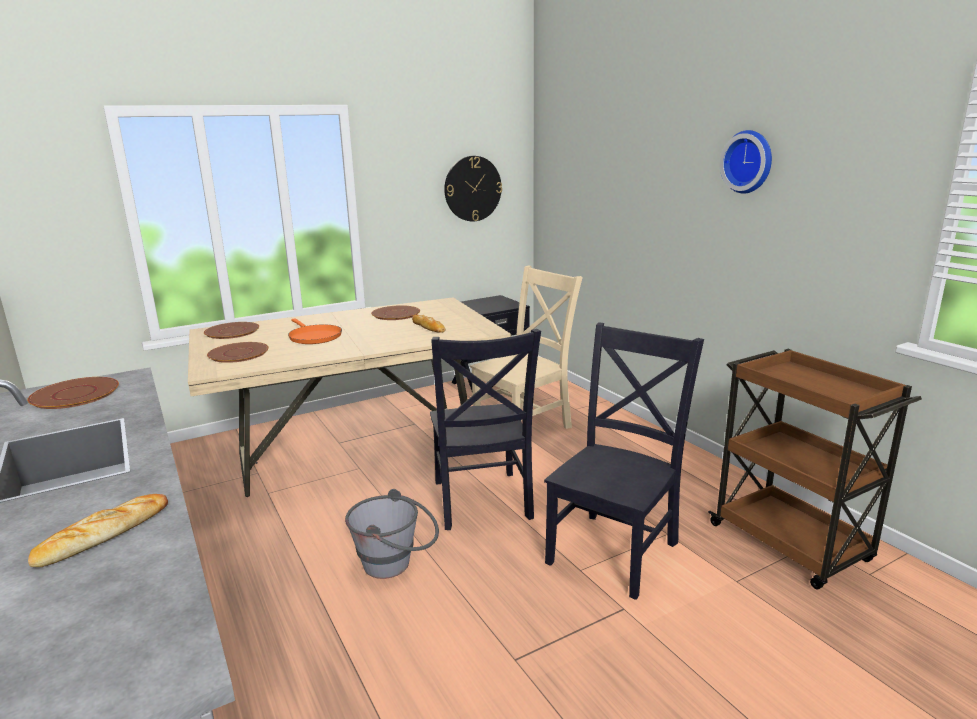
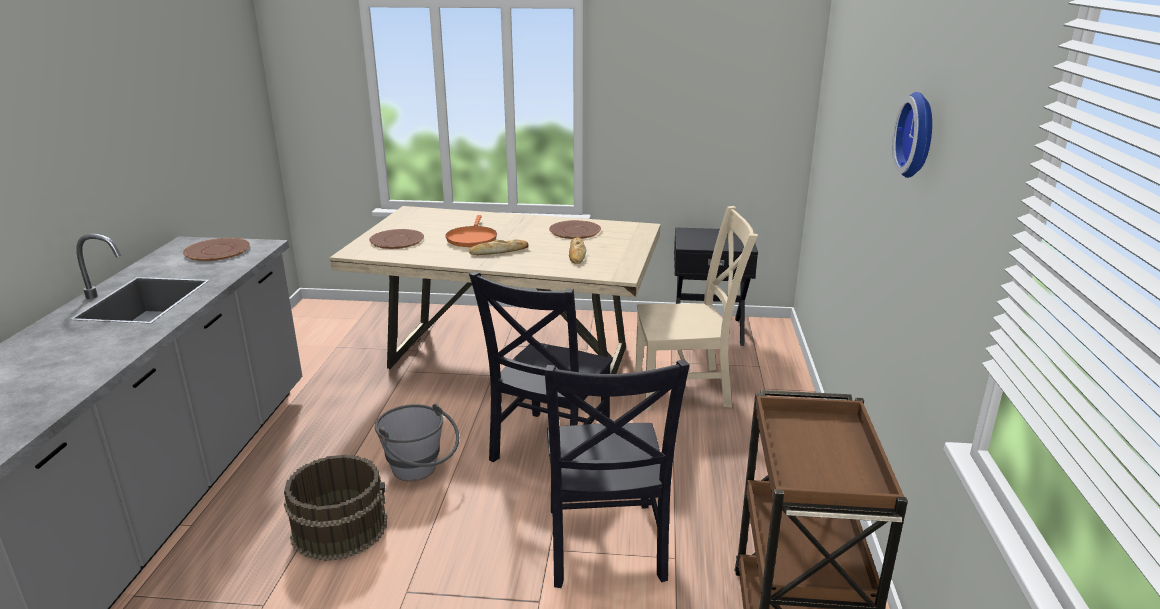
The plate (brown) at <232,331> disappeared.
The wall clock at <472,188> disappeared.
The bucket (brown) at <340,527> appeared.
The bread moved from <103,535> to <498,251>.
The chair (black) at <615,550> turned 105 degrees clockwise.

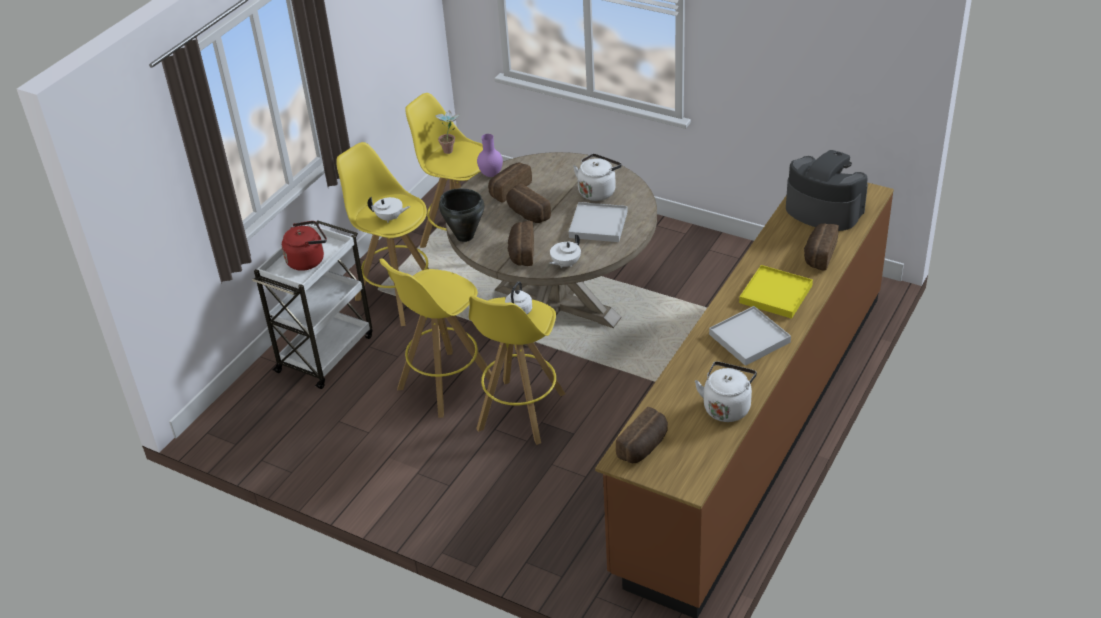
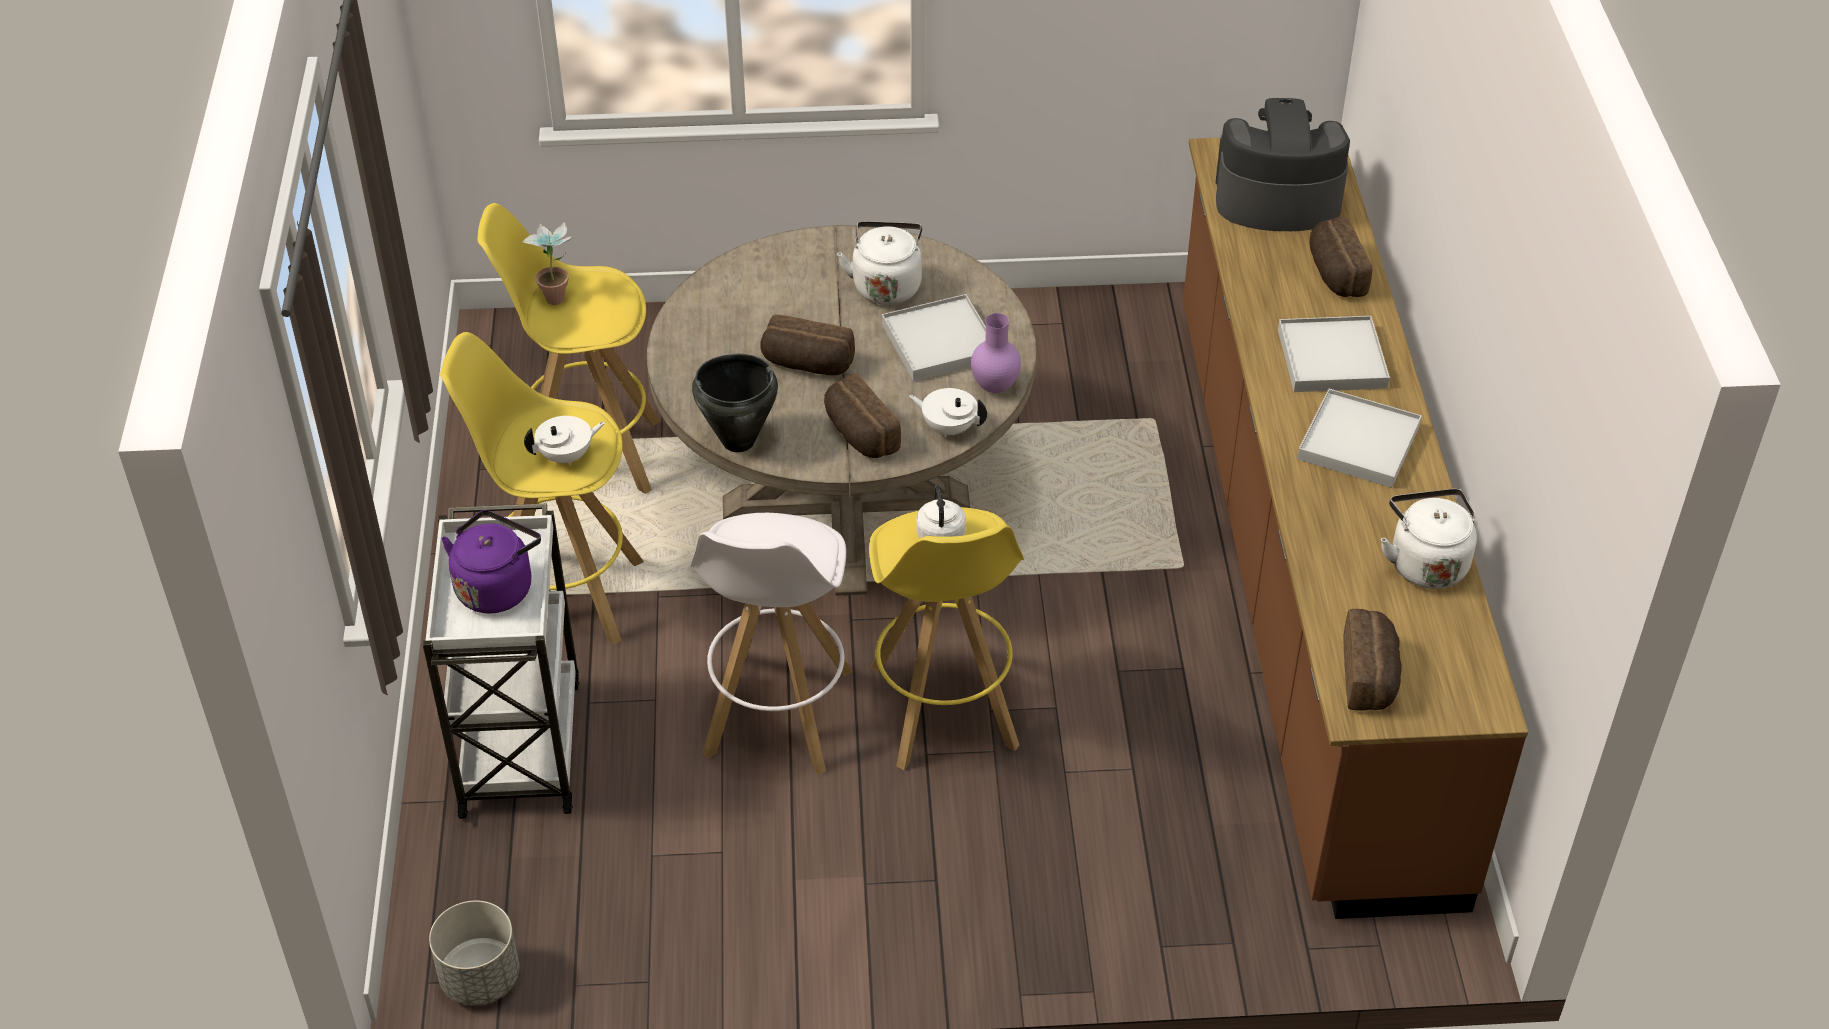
The bread at <509,189> disappeared.
The planter (grey) at <480,979> appeared.
The vase (purple) moved from <490,174> to <994,387>.
The kettle (red) at <308,260> became the kettle (purple) at <497,587>.
The stool (yellow) at <444,384> became the stool (white) at <777,714>.
The tray (yellow) at <775,294> became the tray (white) at <1331,359>.
The teapot (white) at <565,264> turned 105 degrees clockwise.

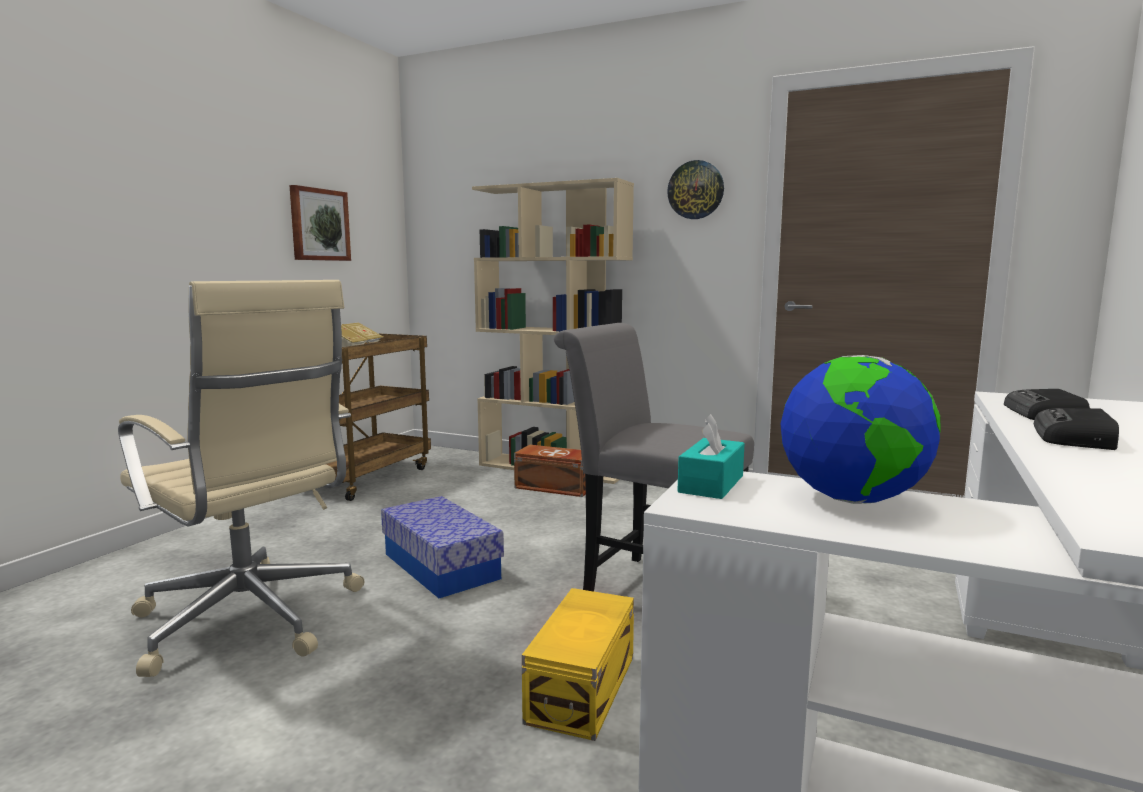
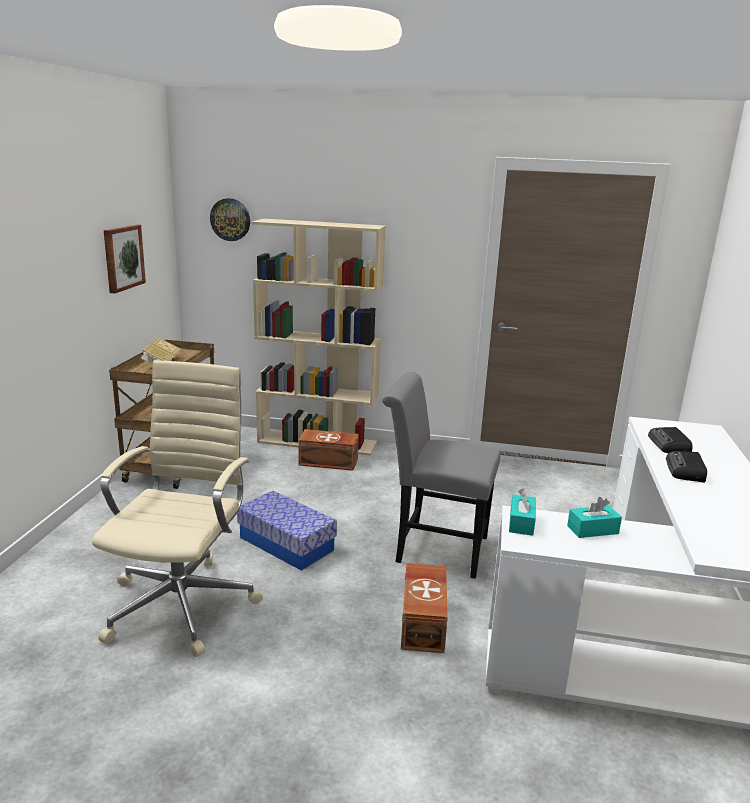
The wall clock moved from <695,190> to <230,219>.
The globe at <852,500> was replaced by the tissue box (turquoise) at <592,530>.
The storage box (yellow) at <584,687> became the storage box (brown) at <424,622>.
The office chair (beige) at <251,620> turned 105 degrees counterclockwise.

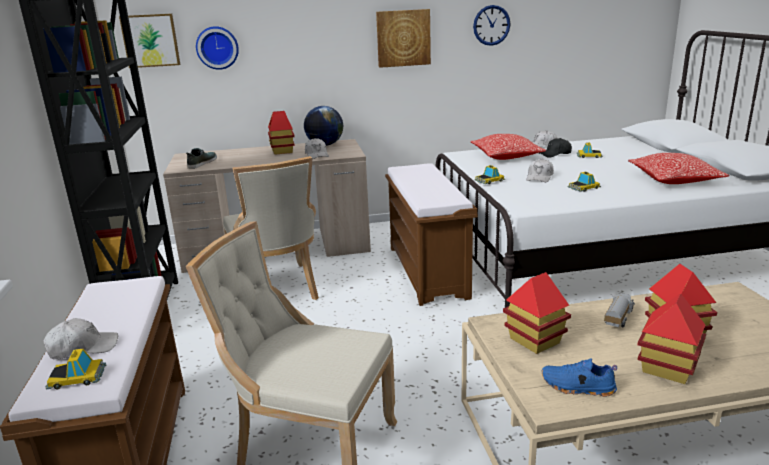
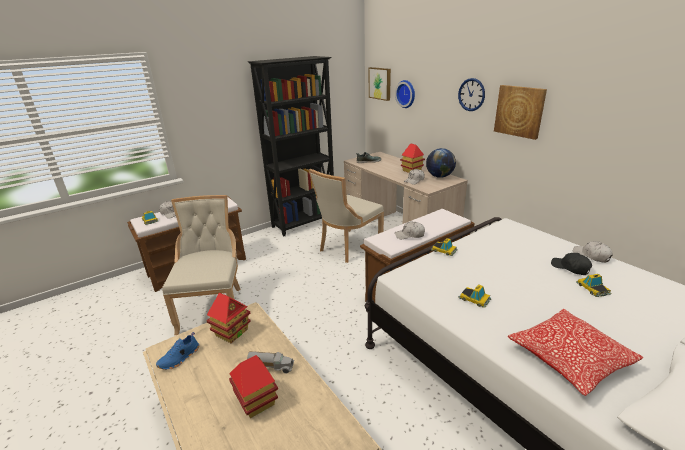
The pillow at <506,156> disappeared.
The toy house at <666,369> disappeared.
The wall clock moved from <491,25> to <471,94>.
The cap (white) moved from <539,177> to <409,235>.
The shoe (blue) at <577,388> turned 135 degrees counterclockwise.

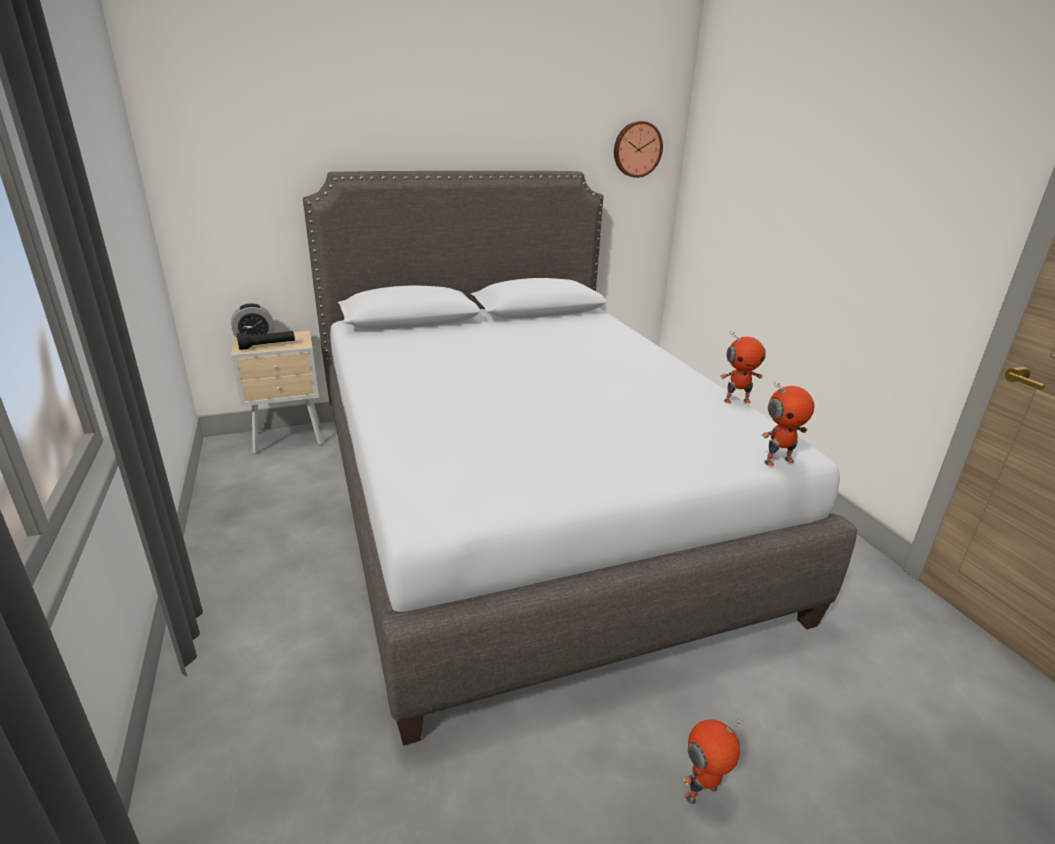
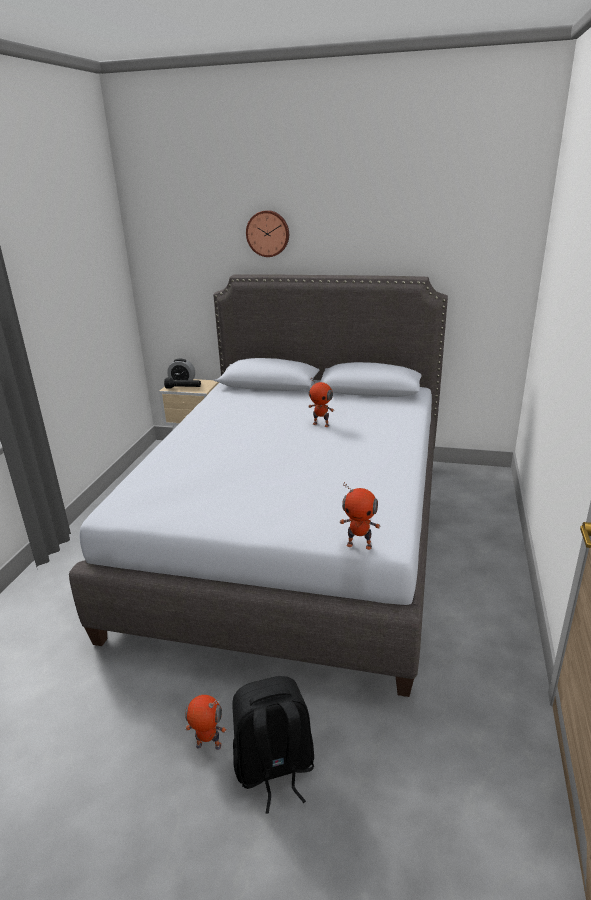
The backpack (black) at <274,769> appeared.
The wall clock moved from <636,149> to <268,233>.
The toy robot moved from <736,400> to <321,424>.

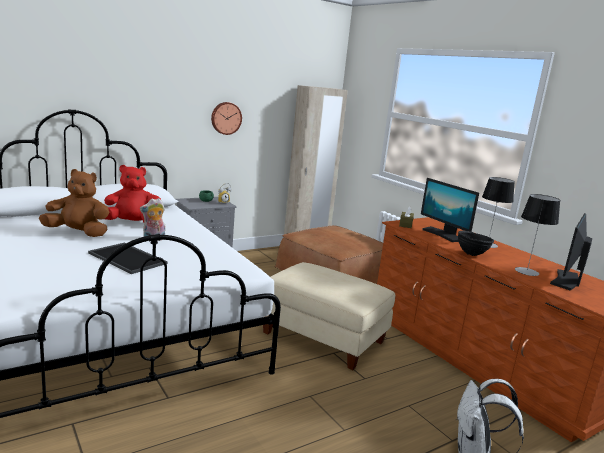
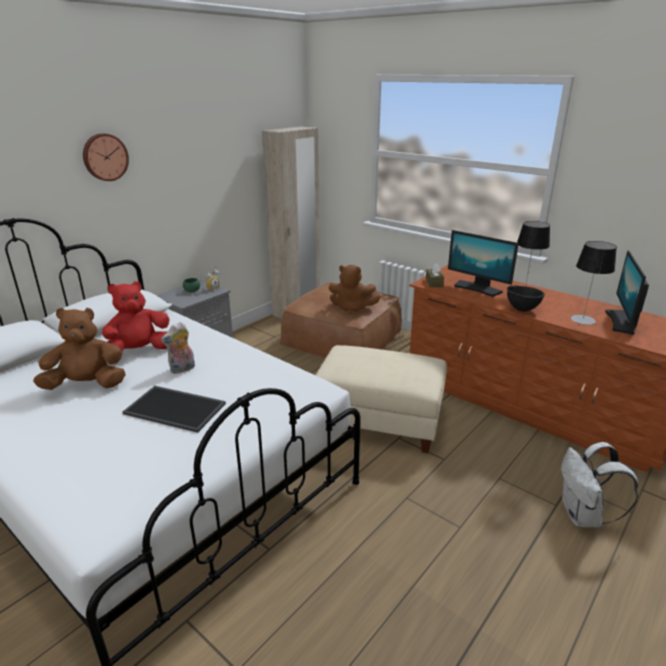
The plush toy (brown) at <352,308> appeared.
The wall clock moved from <226,118> to <105,157>.

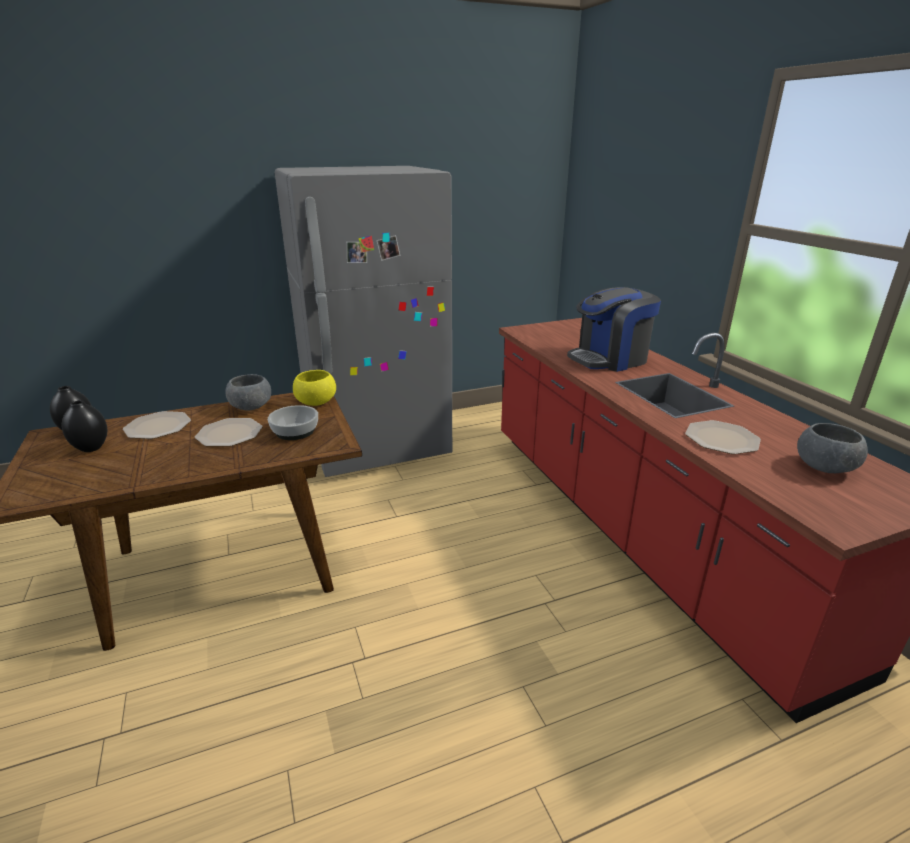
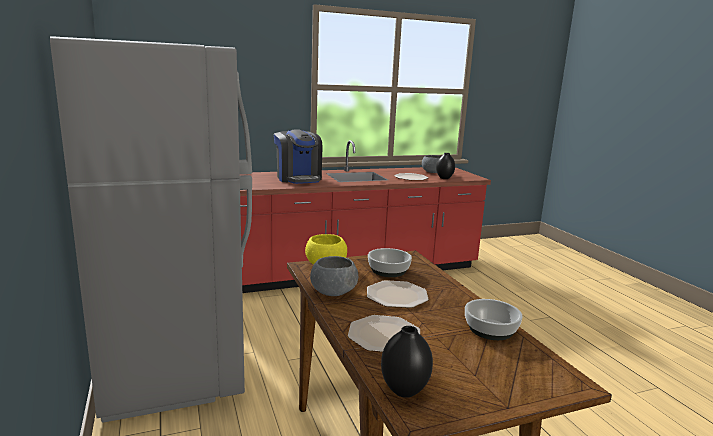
The bowl at <490,329> appeared.
The vase (black) moved from <91,448> to <444,178>.

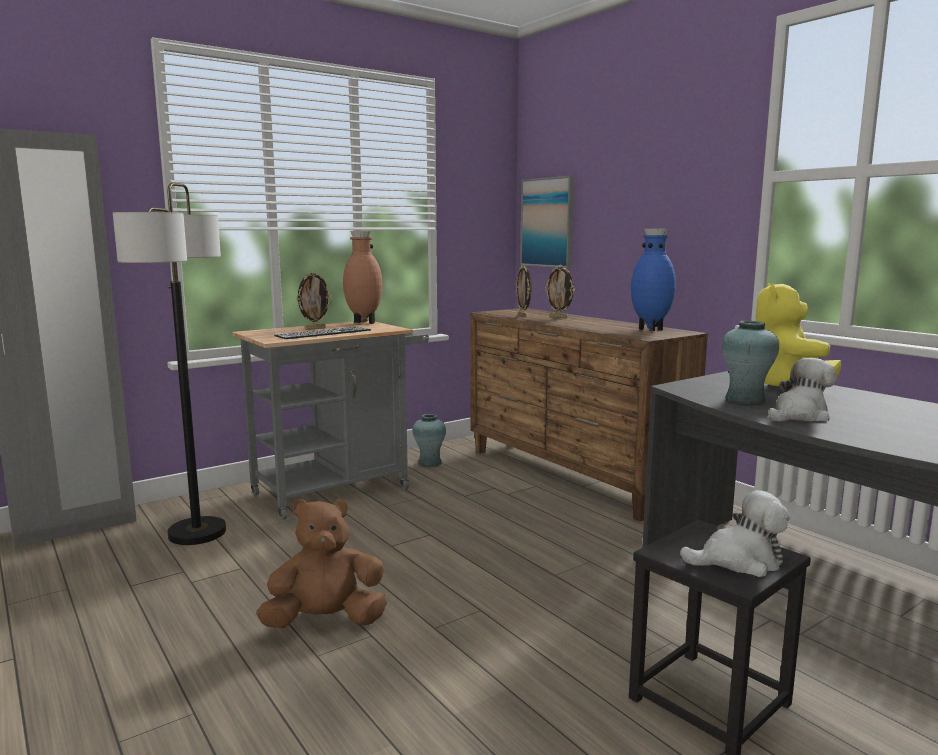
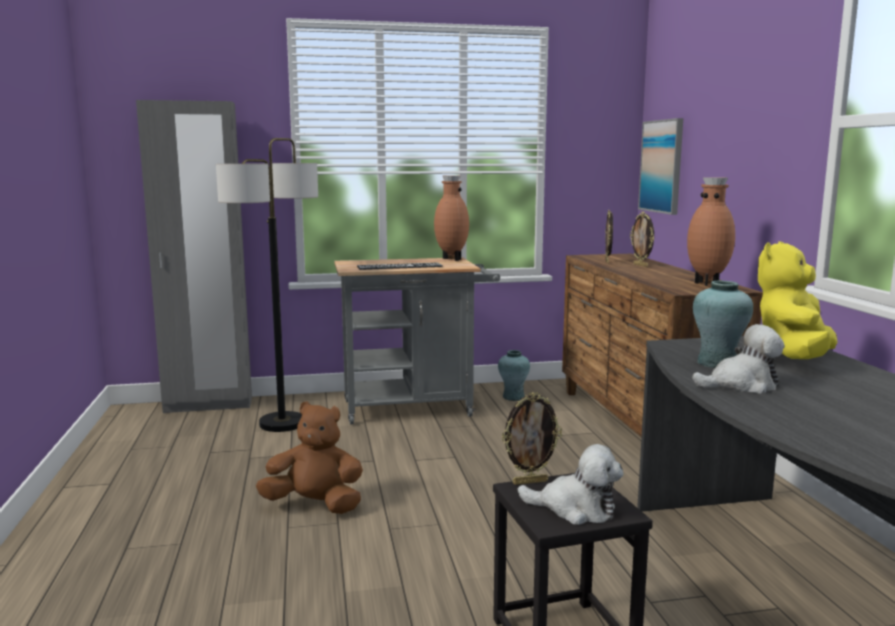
The picture frame moved from <315,328> to <530,482>.
The vase (blue) at <651,329> became the vase (brown) at <708,283>.

